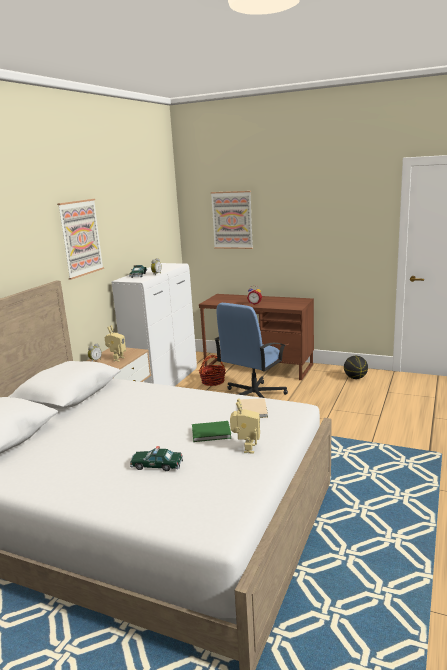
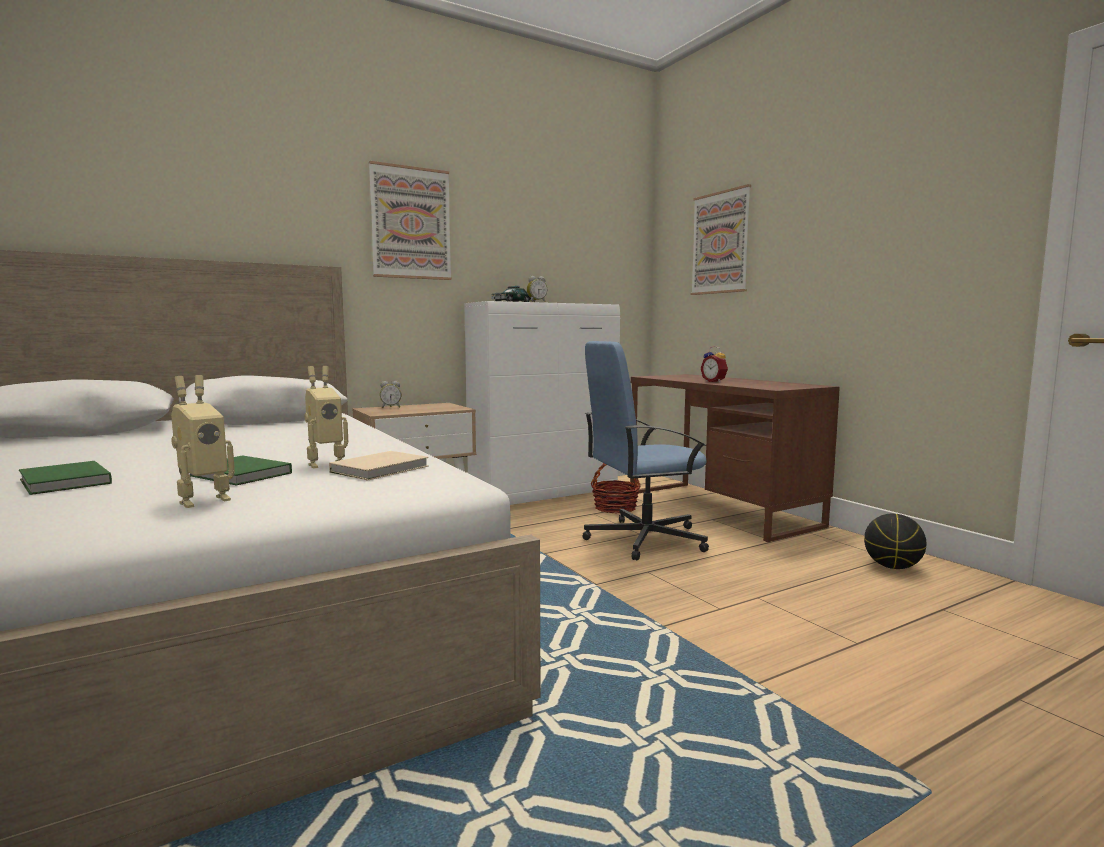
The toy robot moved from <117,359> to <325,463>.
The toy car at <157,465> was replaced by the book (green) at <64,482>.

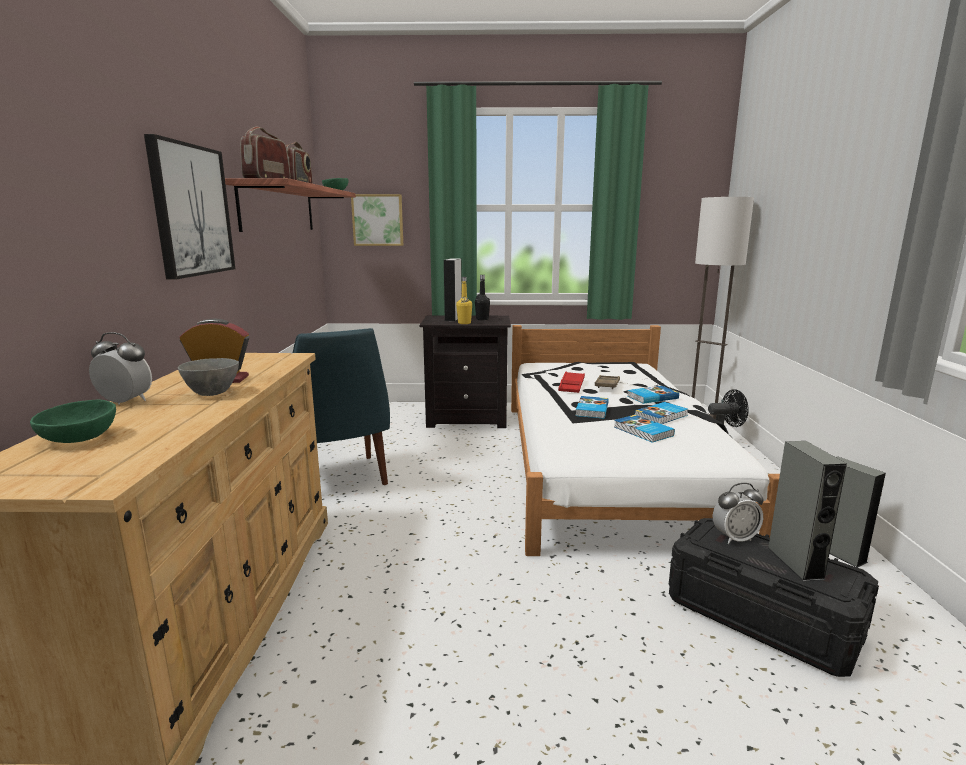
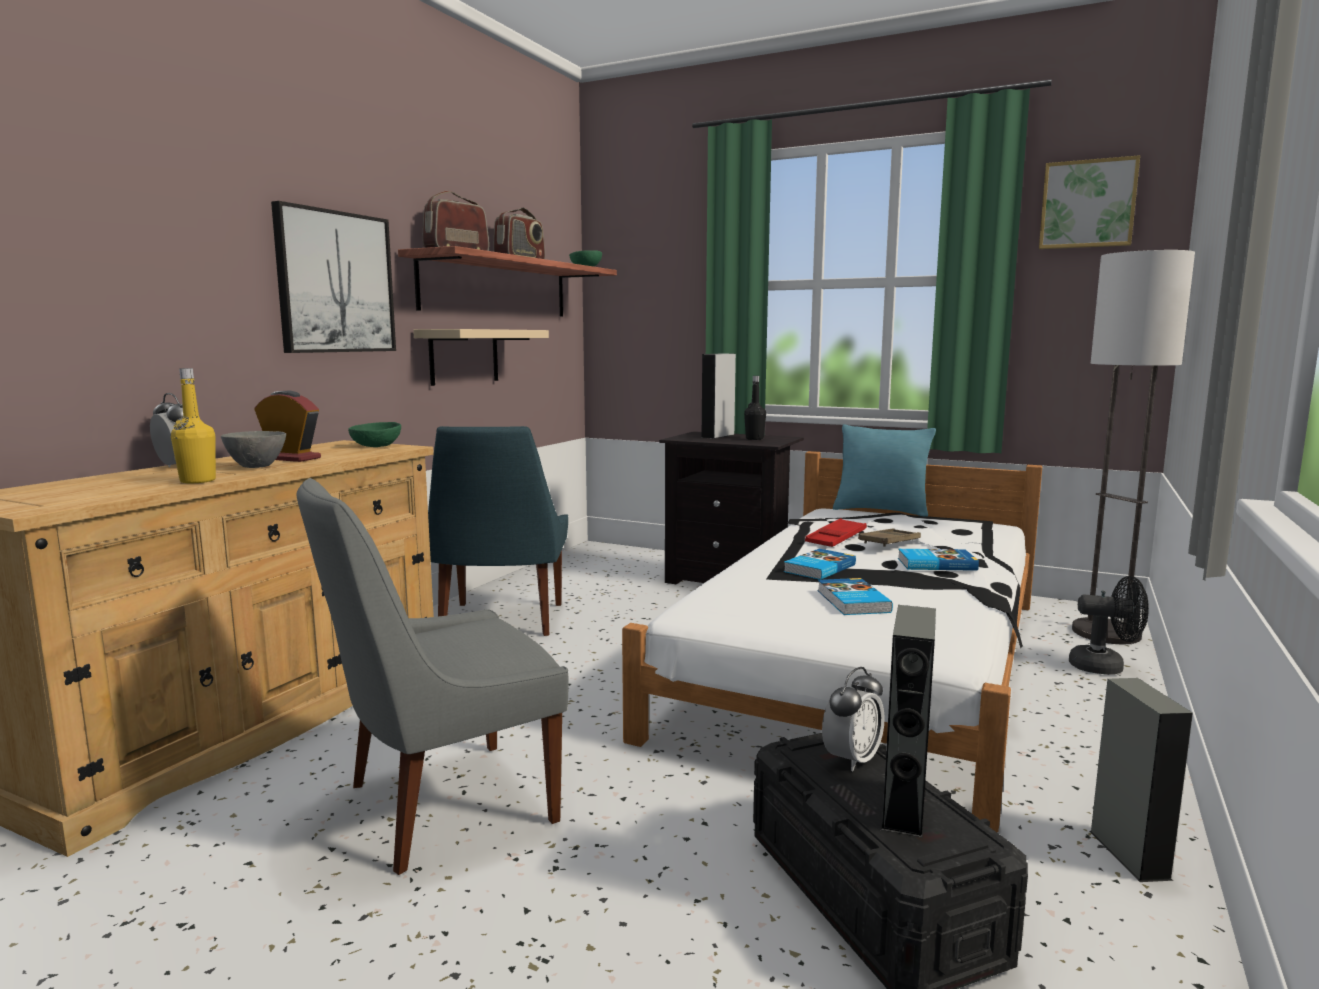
The book at <662,416> disappeared.
The chair (grey) at <442,805> appeared.
The shelf (beige) at <464,356> appeared.
The pillow (turquoise) at <881,511> appeared.
The bowl (green) moved from <79,439> to <376,446>.
The picture moved from <378,220> to <1087,204>.
The bottle (yellow) moved from <464,323> to <198,481>.
The alarm clock at <734,538> turned 60 degrees counterclockwise.

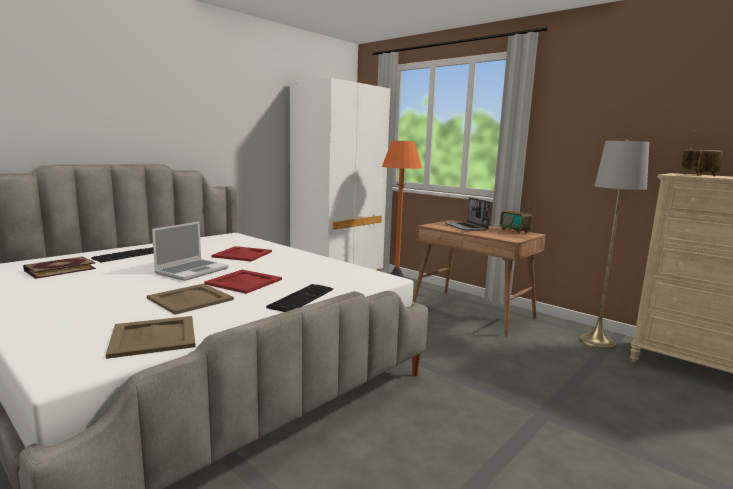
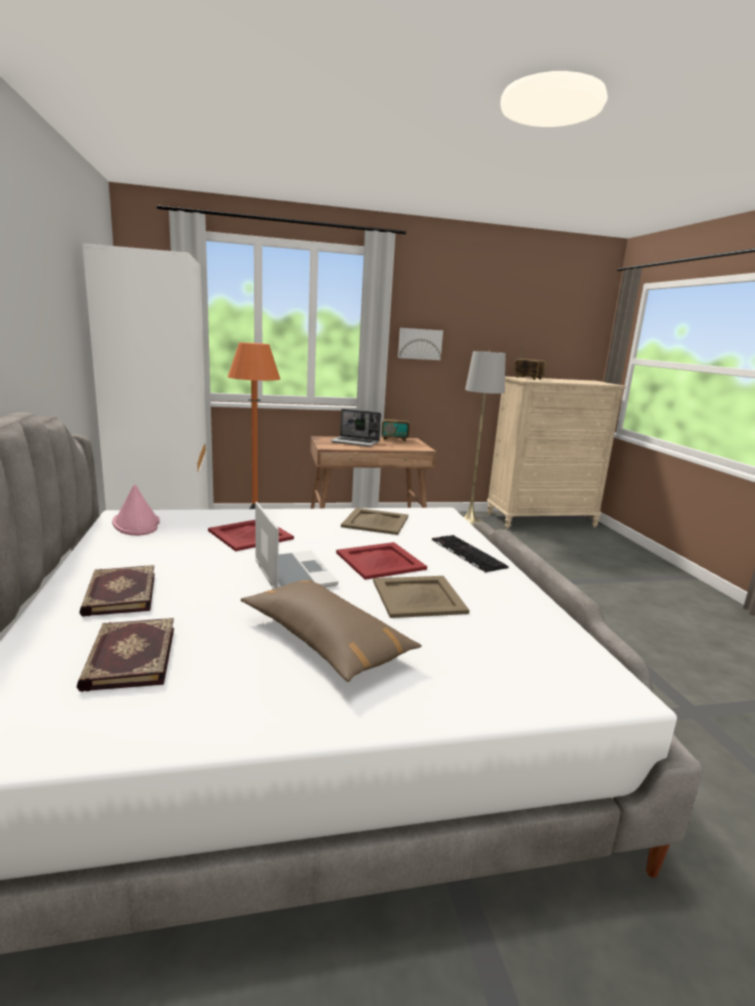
The hat (pink) at <136,523> appeared.
The pillow (brown) at <325,640> appeared.
The picture at <419,344> appeared.
The tray (beige) moved from <152,336> to <375,522>.
The keyboard at <128,255> was replaced by the book at <119,594>.

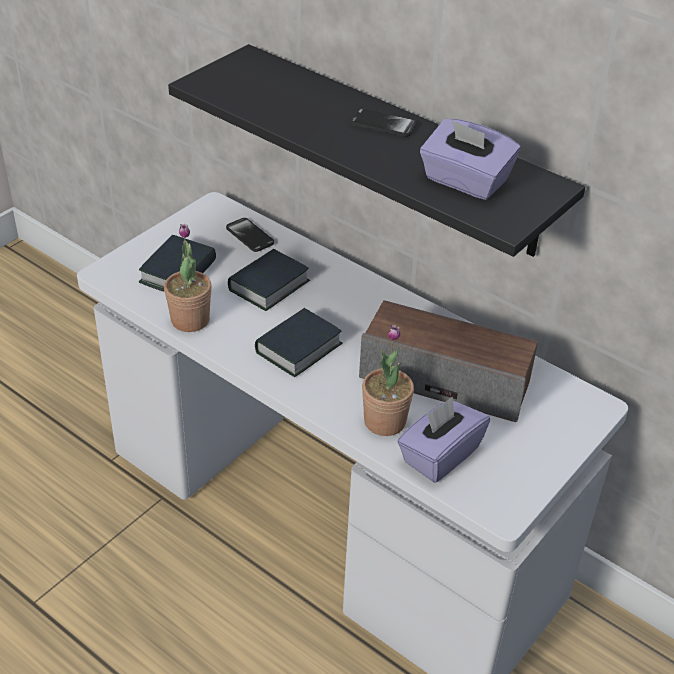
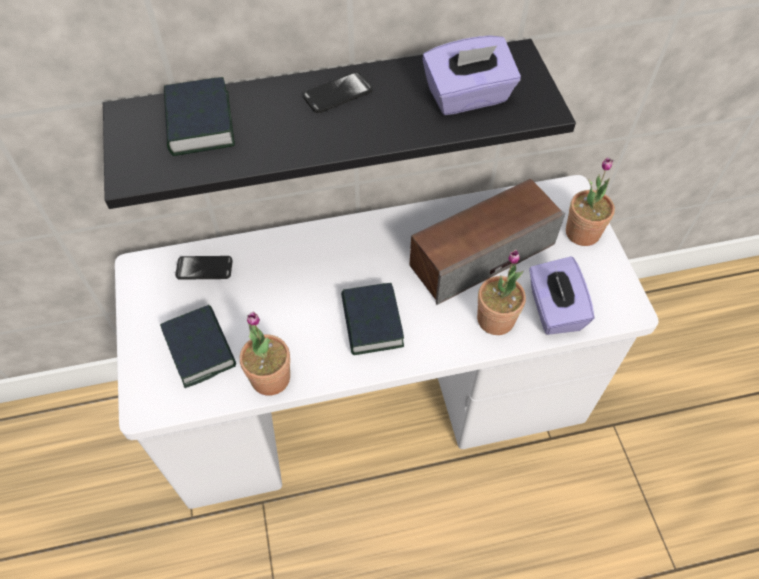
The potted plant at <582,233> appeared.
The book moved from <268,286> to <199,124>.

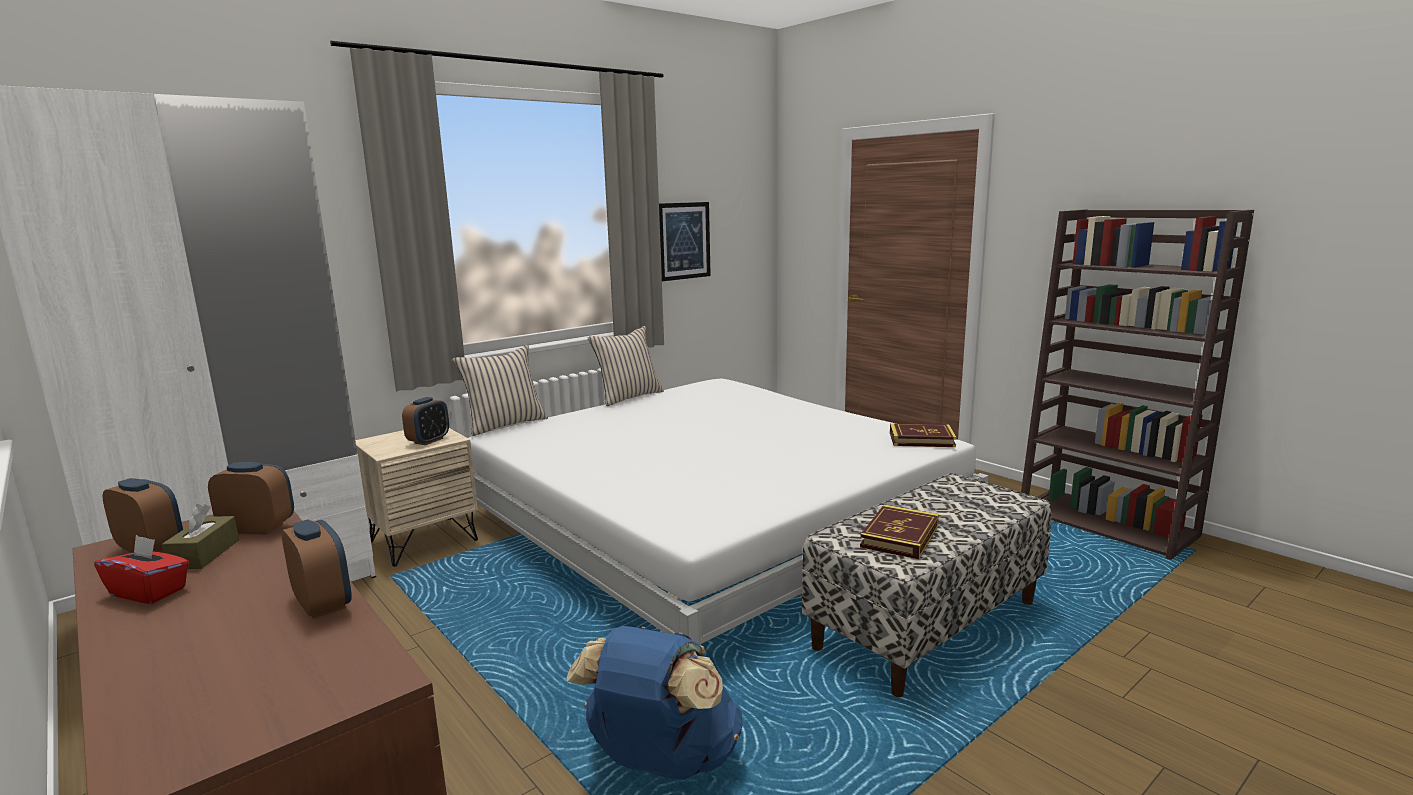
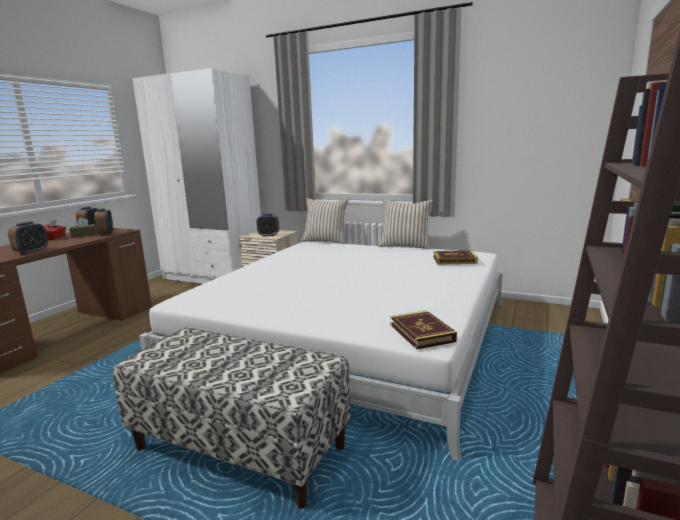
The backpack (blue) at <661,762> disappeared.
The picture at <683,241> disappeared.
The book moved from <900,536> to <454,260>.

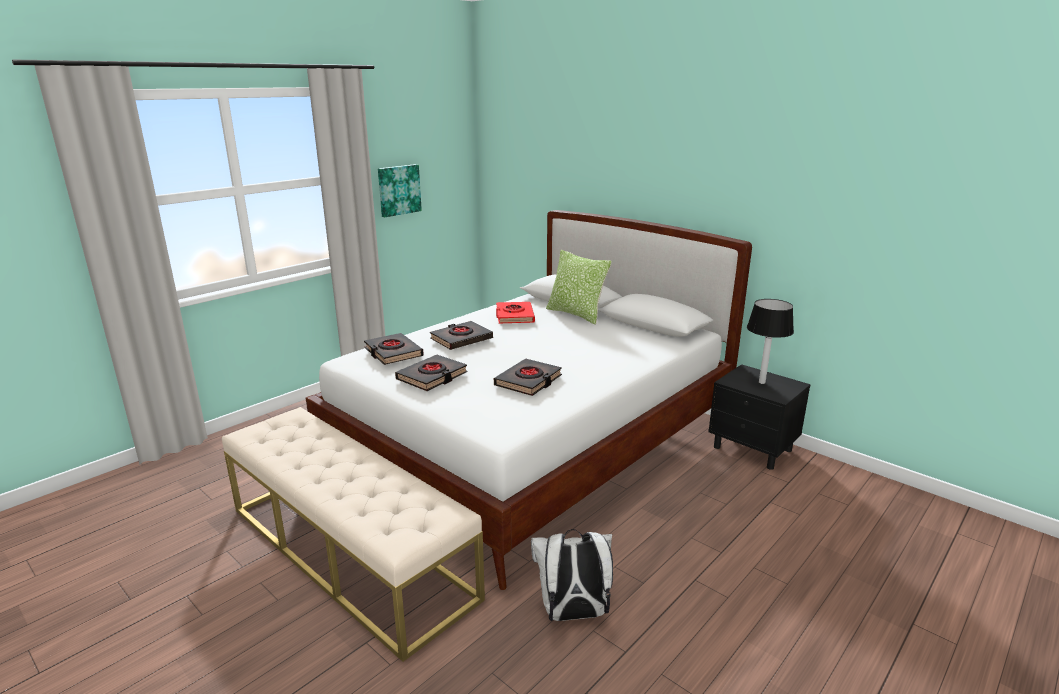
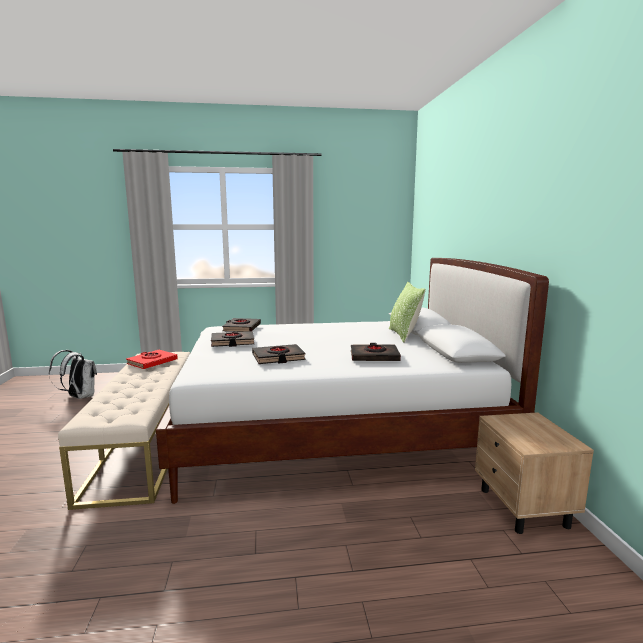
The picture at <398,190> disappeared.
The table lamp at <762,382> disappeared.
The book (black) moved from <461,339> to <374,356>.
The book (red) moved from <514,316> to <152,362>.
The backpack (white) moved from <572,614> to <79,397>.
The nightstand (black) at <753,449> became the nightstand (beige) at <523,508>.

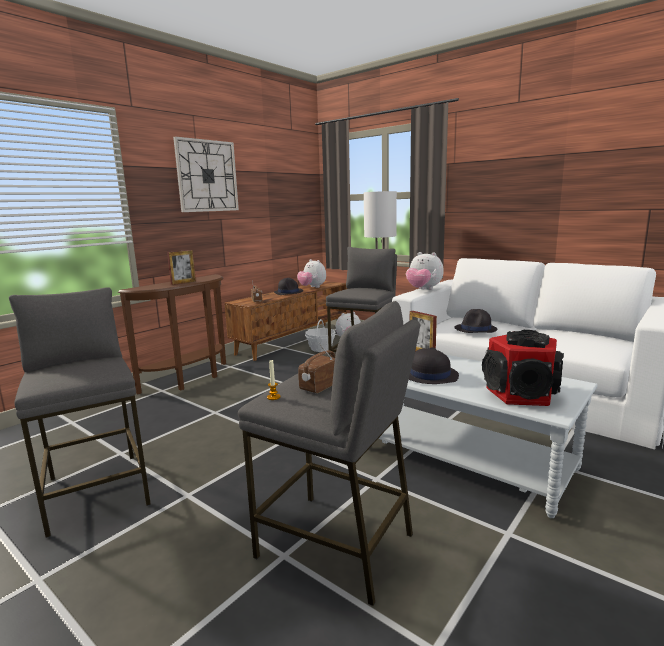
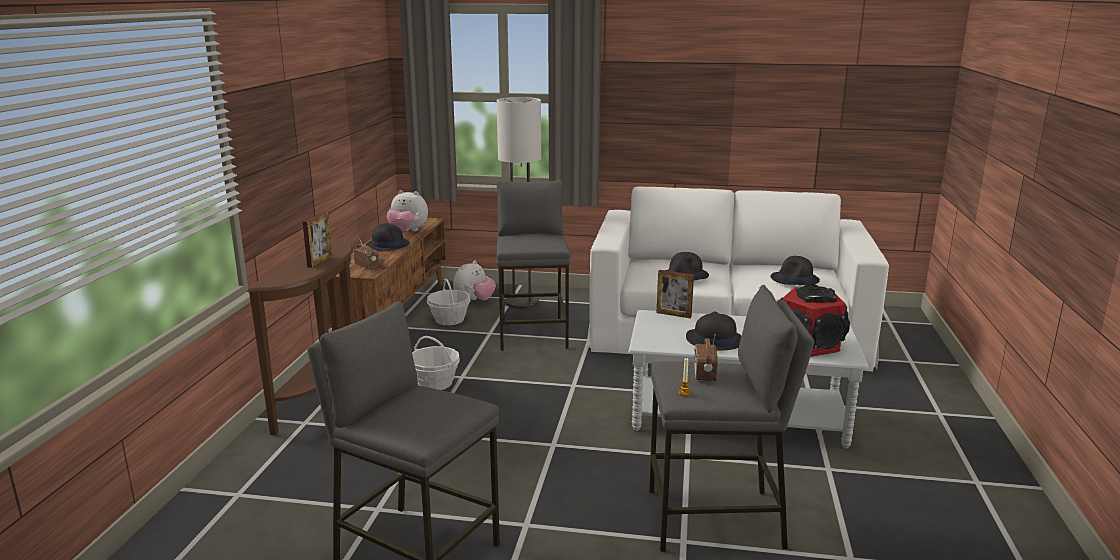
The wall clock at <207,176> disappeared.
The plush toy at <423,289> disappeared.
The basket at <435,383> appeared.
The hat (black) at <795,279> appeared.

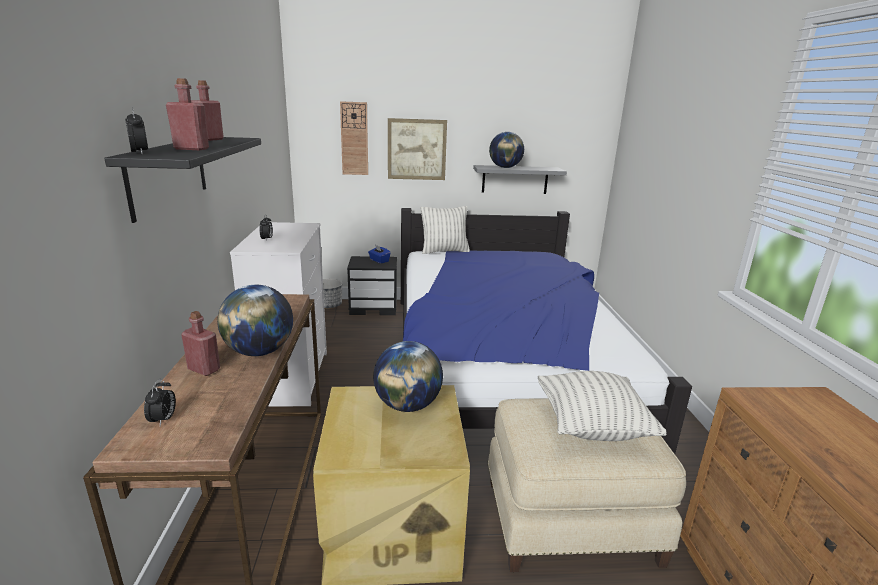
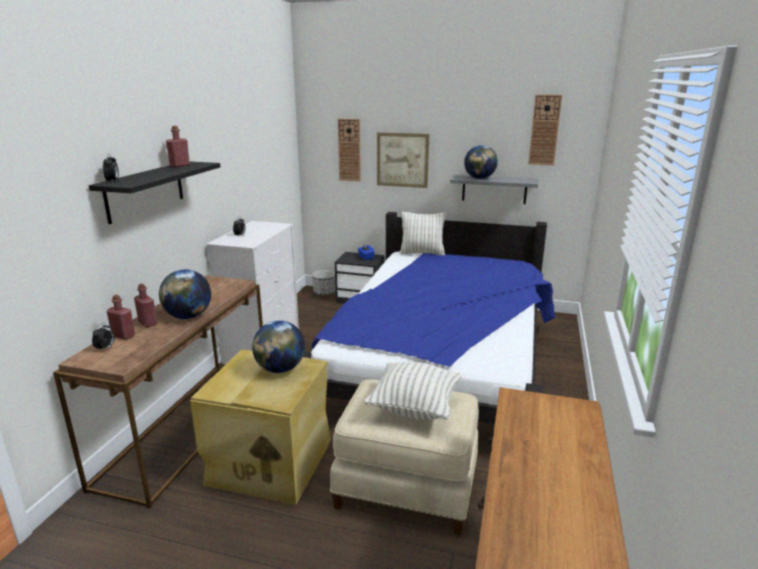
The wall clock at <544,130> appeared.
The bottle (red) moved from <191,149> to <123,336>.

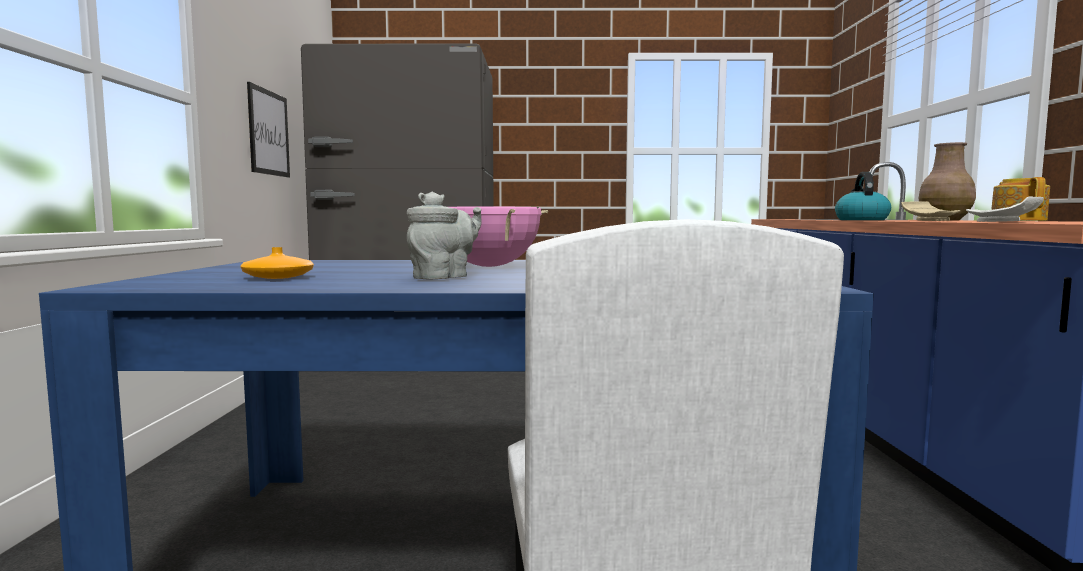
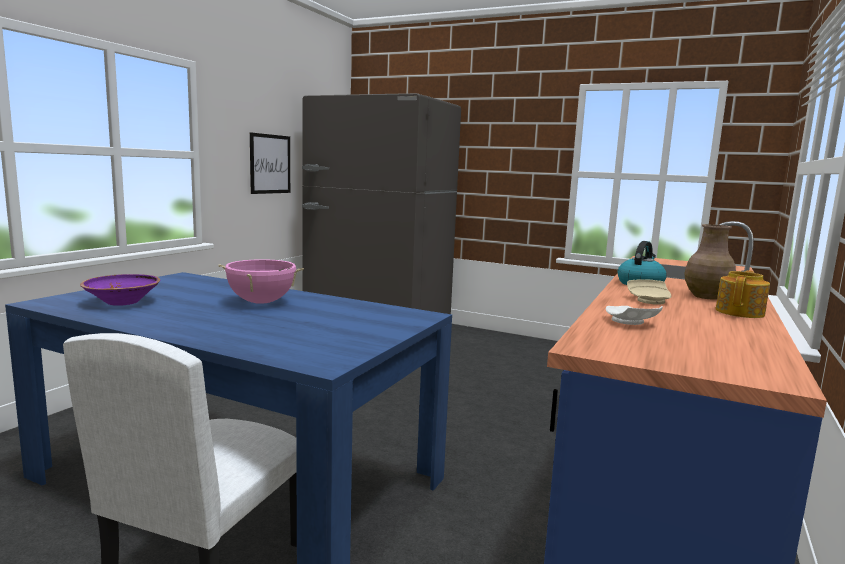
The teapot (grey) at <444,278> disappeared.
The vase (orange) at <278,277> was replaced by the bowl (purple) at <123,302>.

